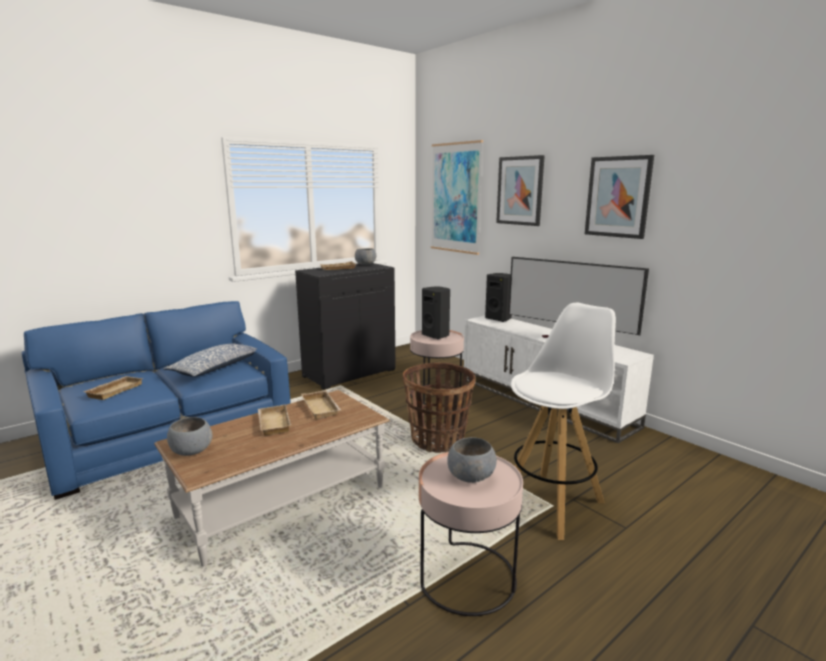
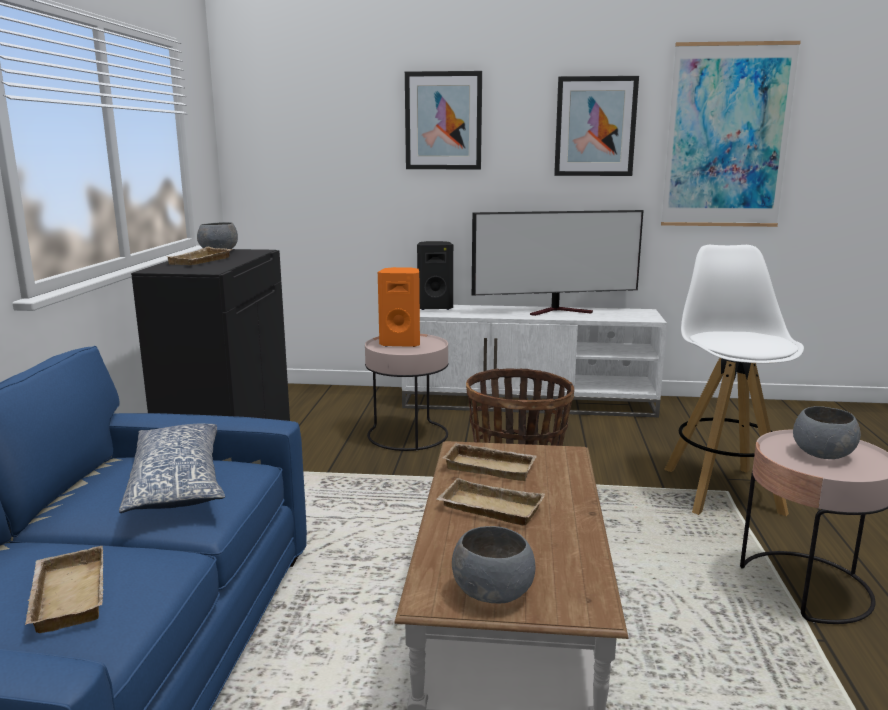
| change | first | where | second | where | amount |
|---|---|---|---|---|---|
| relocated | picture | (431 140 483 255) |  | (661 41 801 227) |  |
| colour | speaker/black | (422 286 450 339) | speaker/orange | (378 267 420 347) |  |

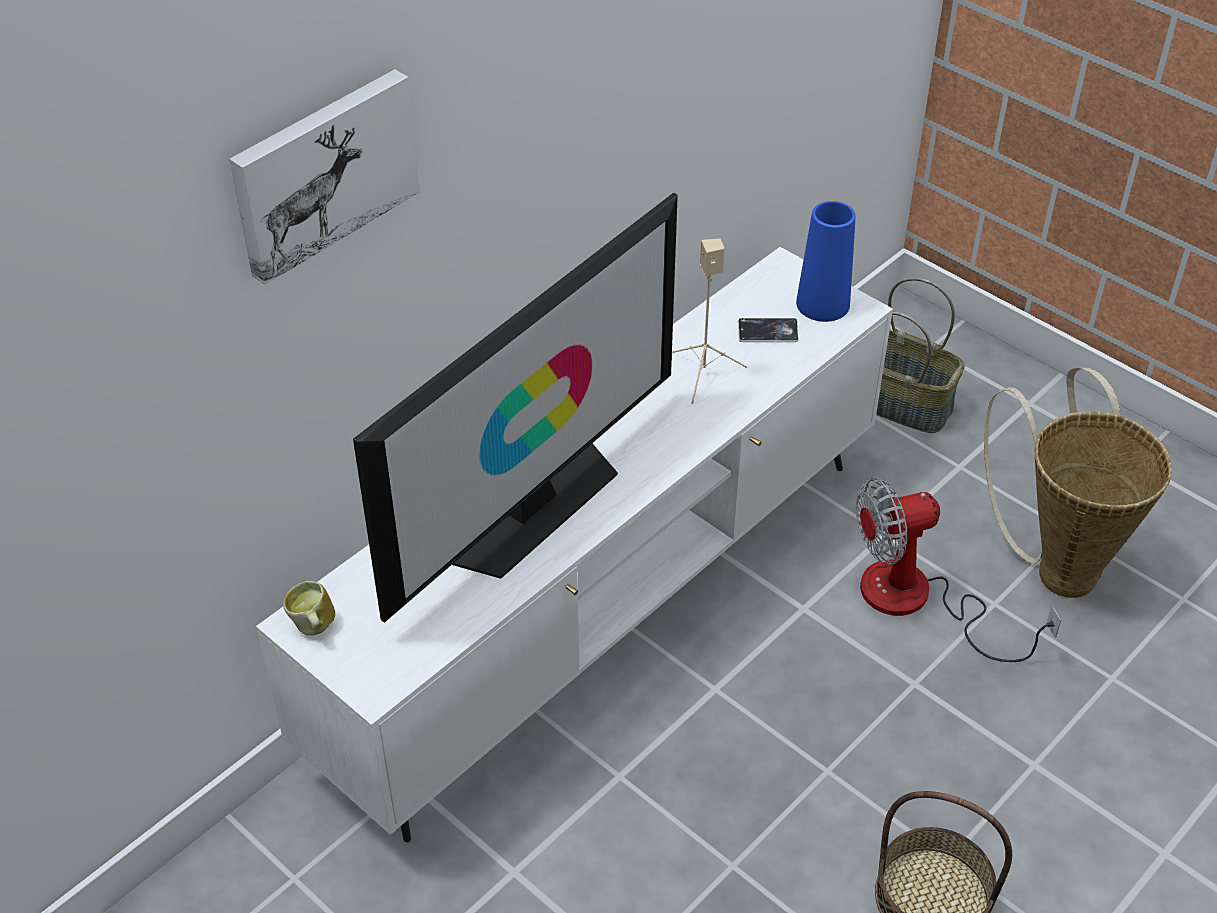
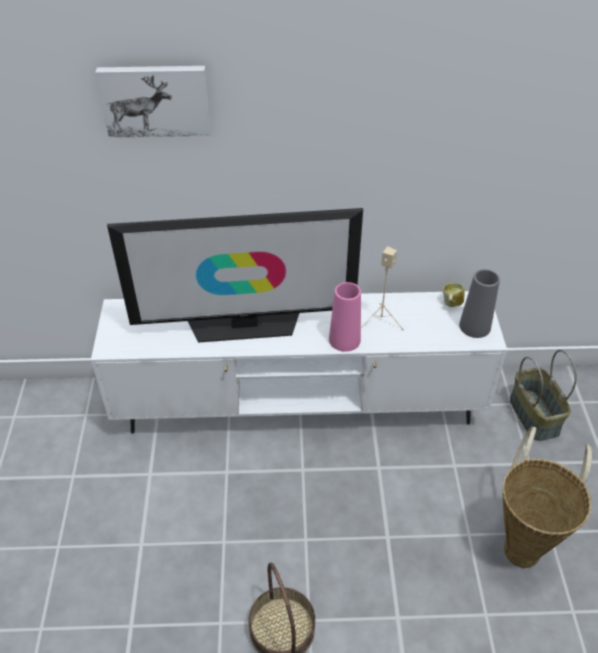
| change | first | where | second | where | amount |
|---|---|---|---|---|---|
| colour | vase/blue | (796 201 856 322) | vase/grey | (459 269 500 338) |  |
| missing | phone | (738 318 799 342) |  |  |  |
| missing | fan | (856 477 1061 662) |  |  |  |
| relocated | mug | (283 581 335 635) |  | (443 283 465 307) |  |
| appeared |  |  | vase/pink | (329 282 361 352) |  |

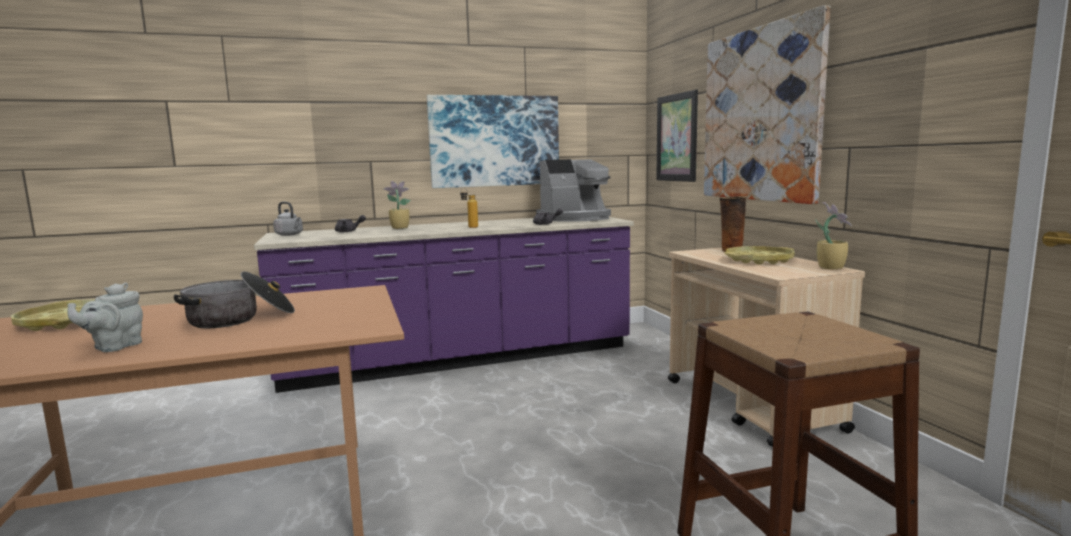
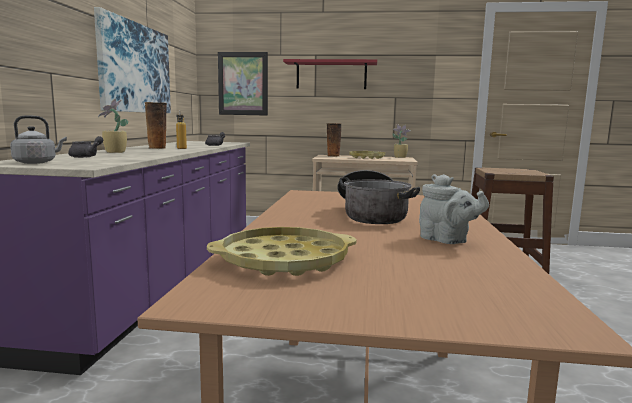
| change | first | where | second | where | amount |
|---|---|---|---|---|---|
| exchanged | picture | (704 5 830 204) | shelf/red | (283 59 377 89) |  |
| missing | coffee machine | (536 159 611 222) |  |  |  |
| appeared |  |  | vase | (145 102 167 149) |  |

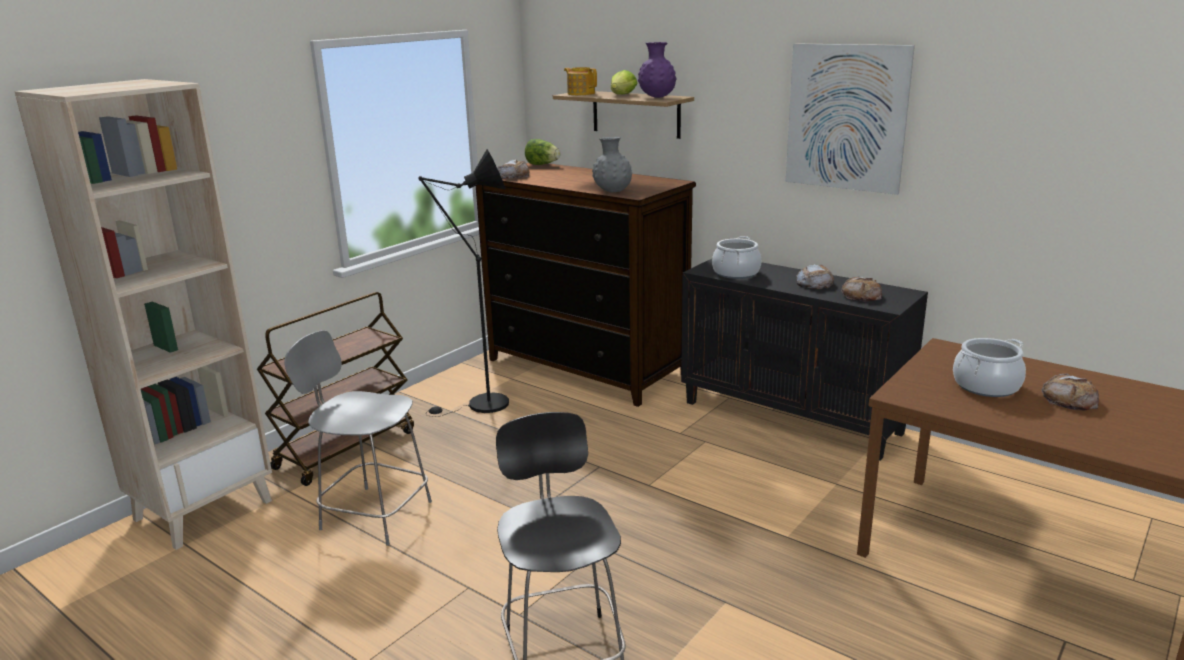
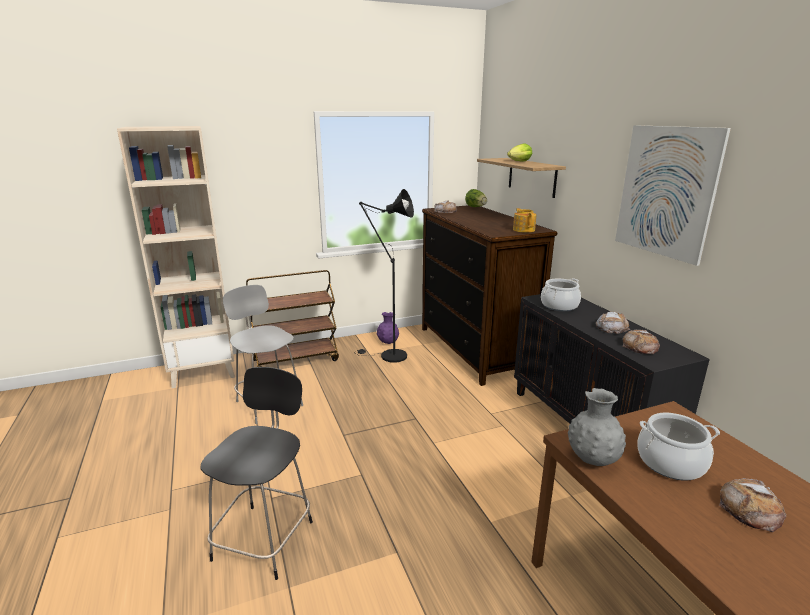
| change | first | where | second | where | amount |
|---|---|---|---|---|---|
| relocated | vase/purple | (638 42 676 98) |  | (377 312 399 344) |  |
| relocated | teapot | (564 67 597 95) |  | (513 208 536 233) |  |
| relocated | vase/grey | (592 137 632 192) |  | (568 388 626 466) |  |

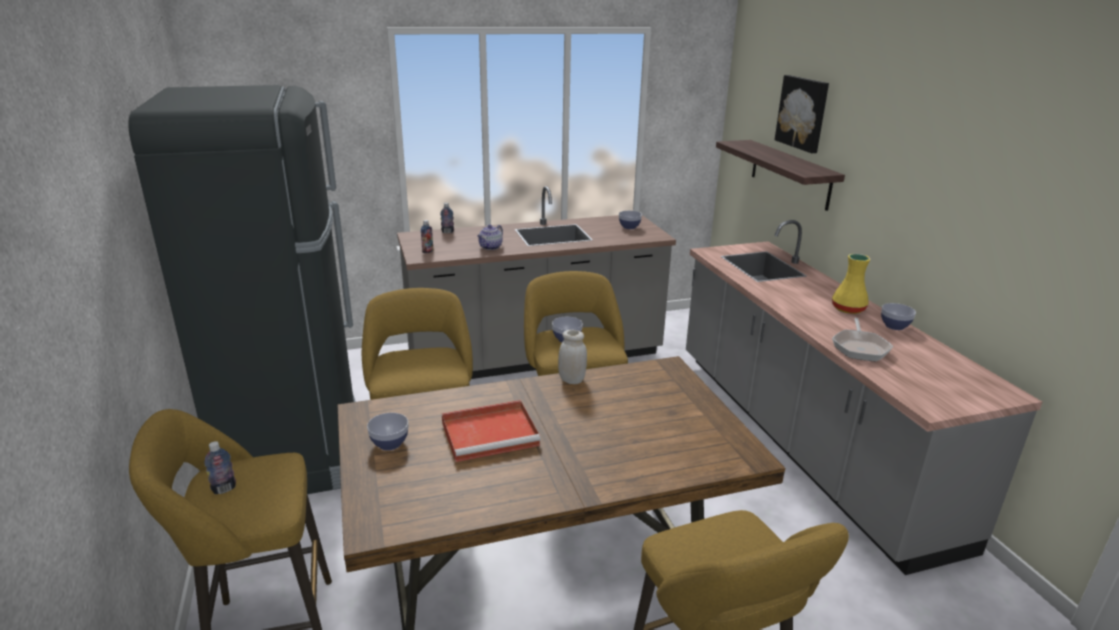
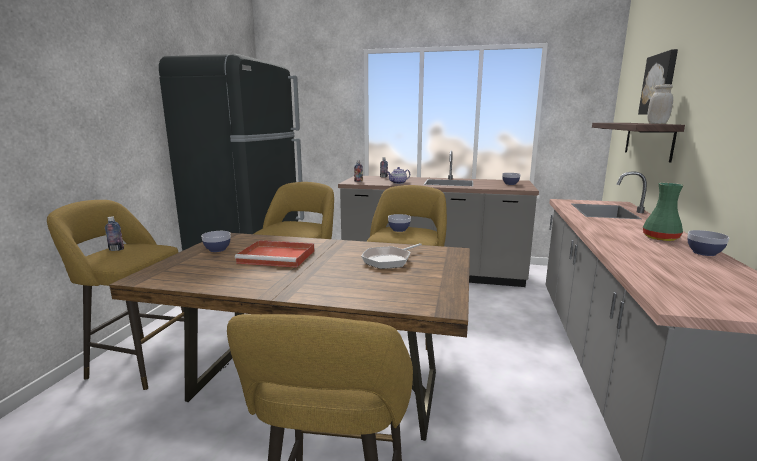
| change | first | where | second | where | amount |
|---|---|---|---|---|---|
| colour | vase/yellow | (832 254 871 314) | vase/green | (643 183 684 241) |  |
| relocated | frying pan | (832 318 893 361) |  | (361 243 422 269) |  |
| relocated | jar/white | (558 330 587 384) |  | (647 84 673 124) |  |

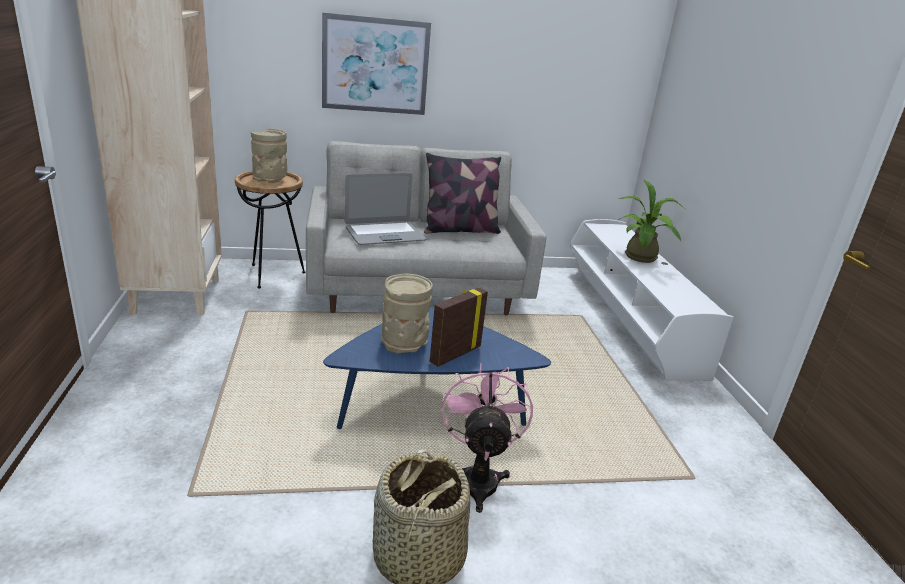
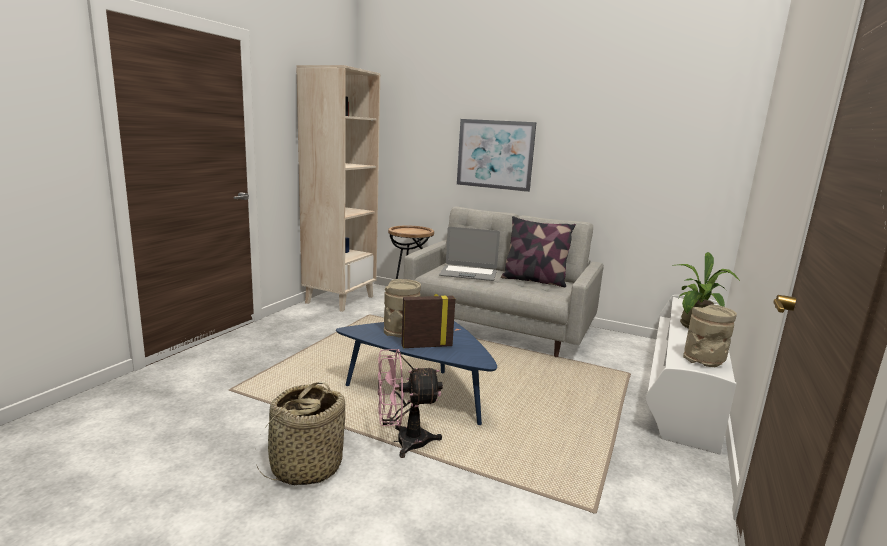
| change | first | where | second | where | amount |
|---|---|---|---|---|---|
| relocated | vase/beige | (251 129 287 183) |  | (683 304 737 367) |  |
| spun | fan/pink | (441 363 533 513) |  | (378 349 443 458) | 135 degrees counterclockwise |

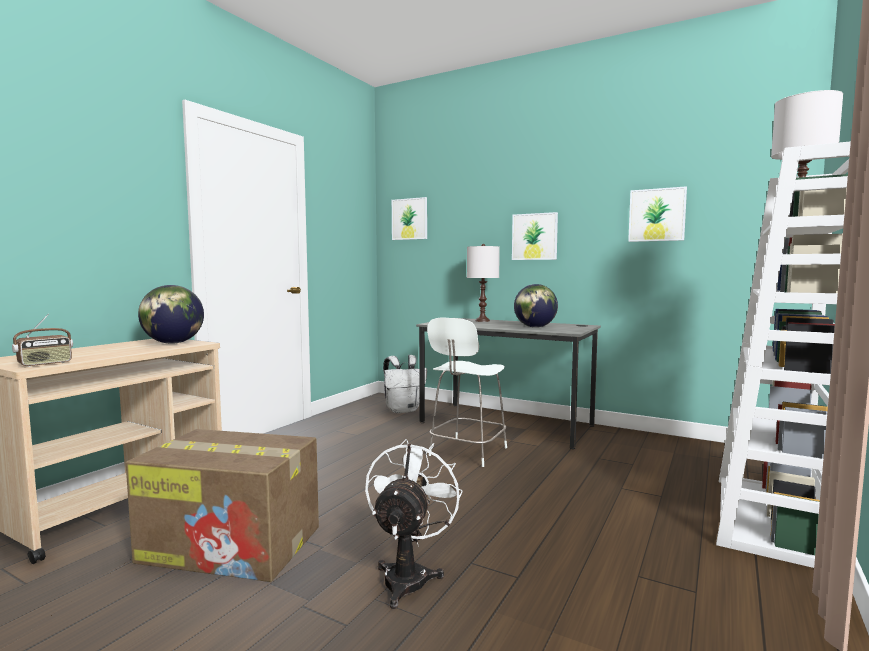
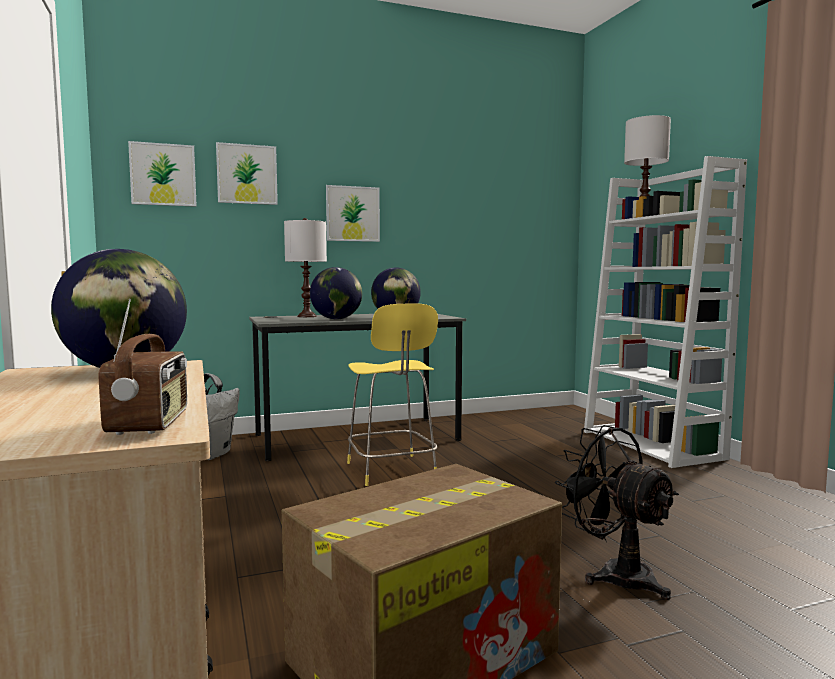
| change | first | where | second | where | amount |
|---|---|---|---|---|---|
| relocated | picture | (628 186 687 242) |  | (216 142 278 205) |  |
| colour | stool/white | (427 318 507 467) | stool/yellow | (347 303 438 486) |  |
| colour | fan/white | (365 439 463 609) | fan/black | (555 425 679 600) |  |
| appeared |  |  | globe | (310 267 362 319) |  |

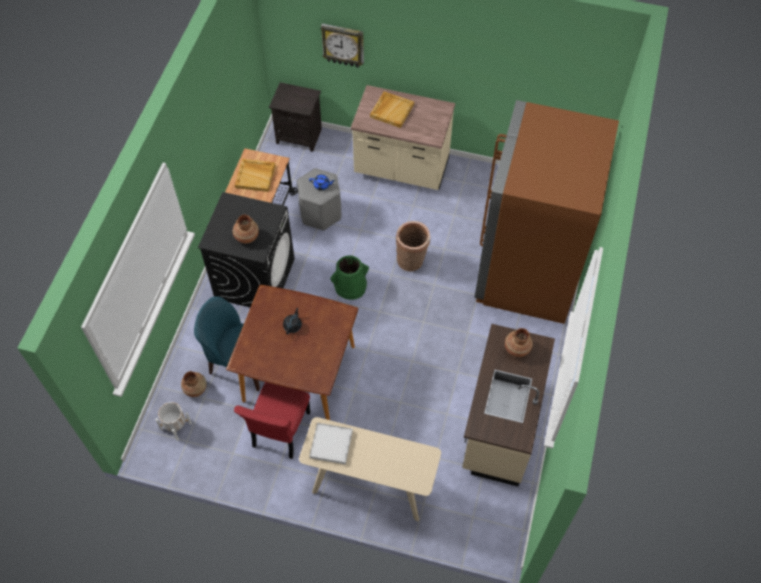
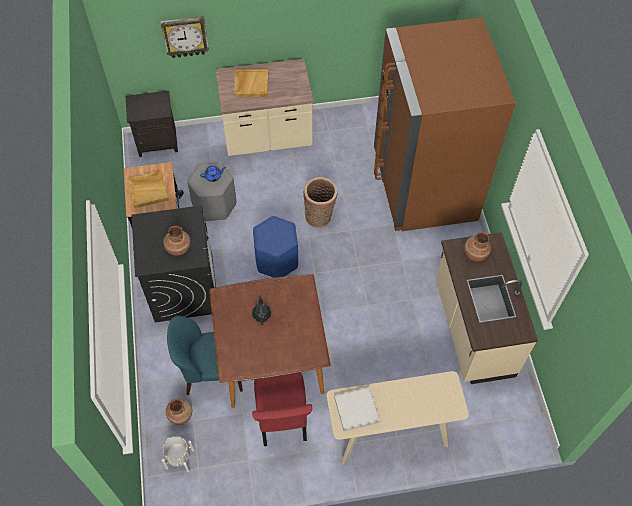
| change | first | where | second | where | amount |
|---|---|---|---|---|---|
| exchanged | bucket/green | (330 255 369 300) | stool/blue | (253 216 298 278) |  |

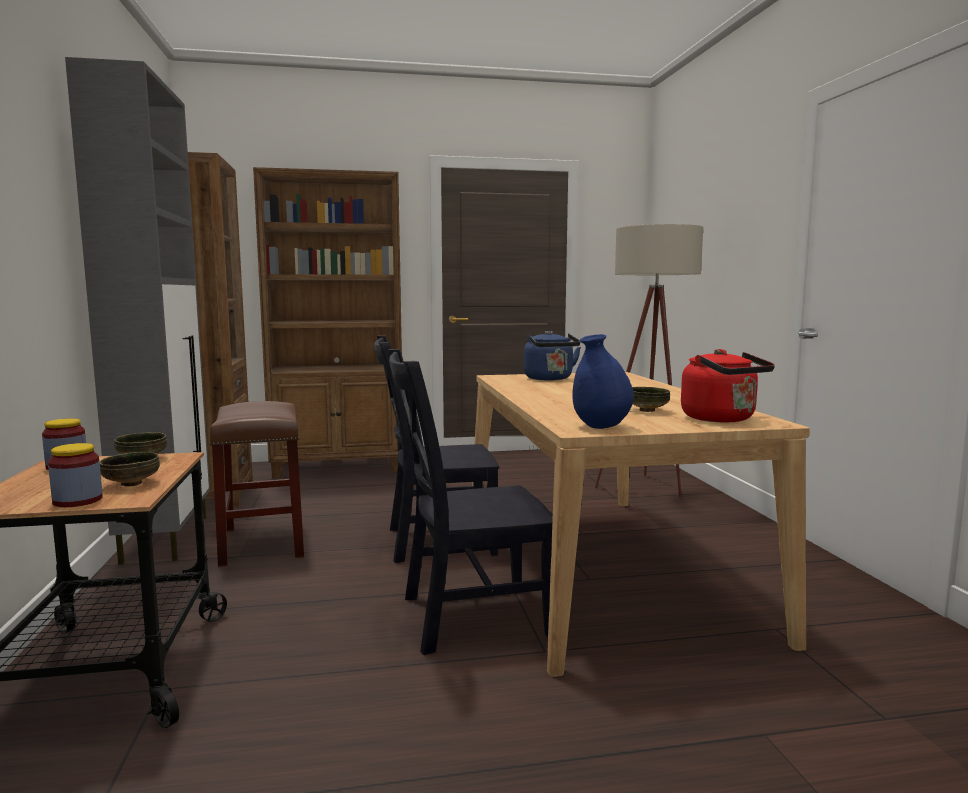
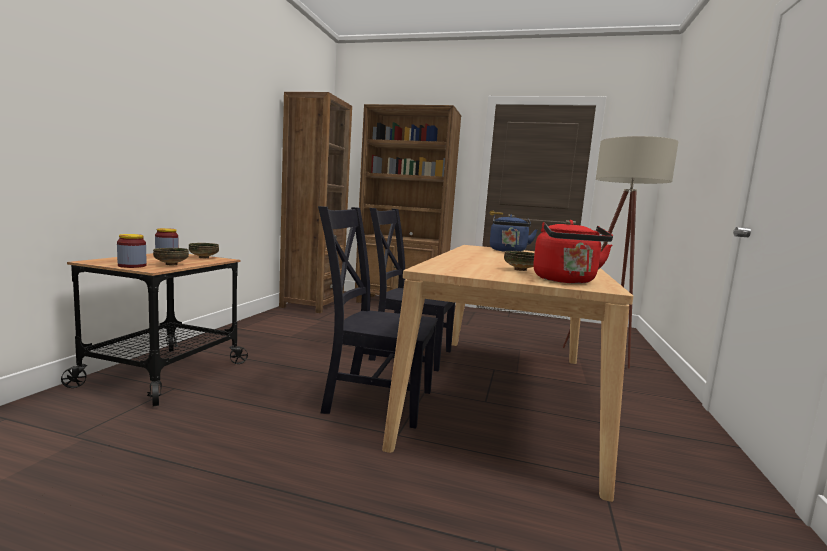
| change | first | where | second | where | amount |
|---|---|---|---|---|---|
| missing | cabinet/grey | (65 57 210 565) |  |  |  |
| missing | vase/blue | (573 334 634 429) |  |  |  |
| missing | stool/brown | (209 401 304 567) |  |  |  |

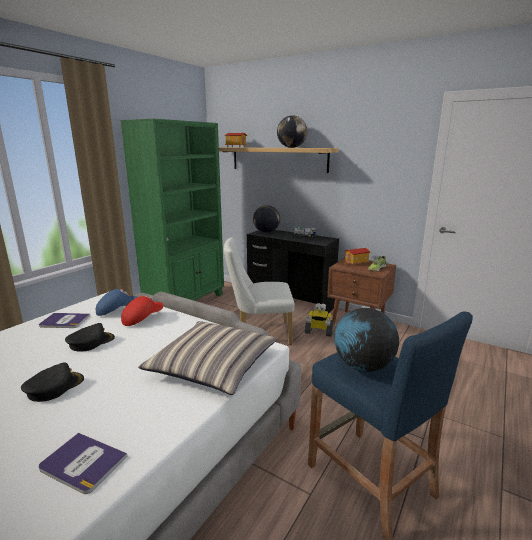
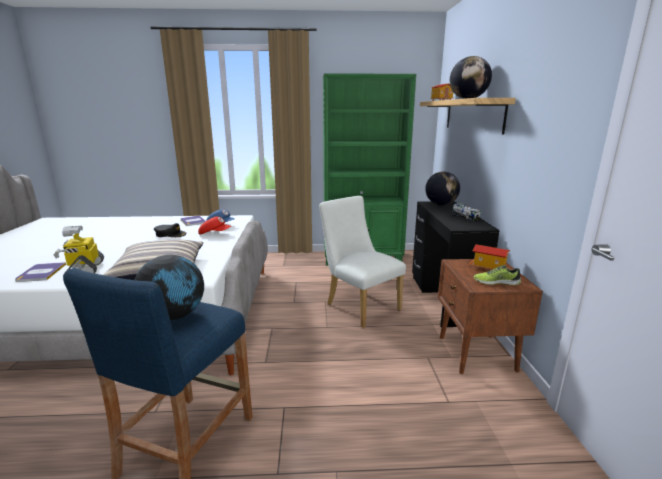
| change | first | where | second | where | amount |
|---|---|---|---|---|---|
| relocated | toy robot | (305 303 334 337) |  | (54 226 104 274) |  |
| missing | cap/black | (21 362 84 402) |  |  |  |

